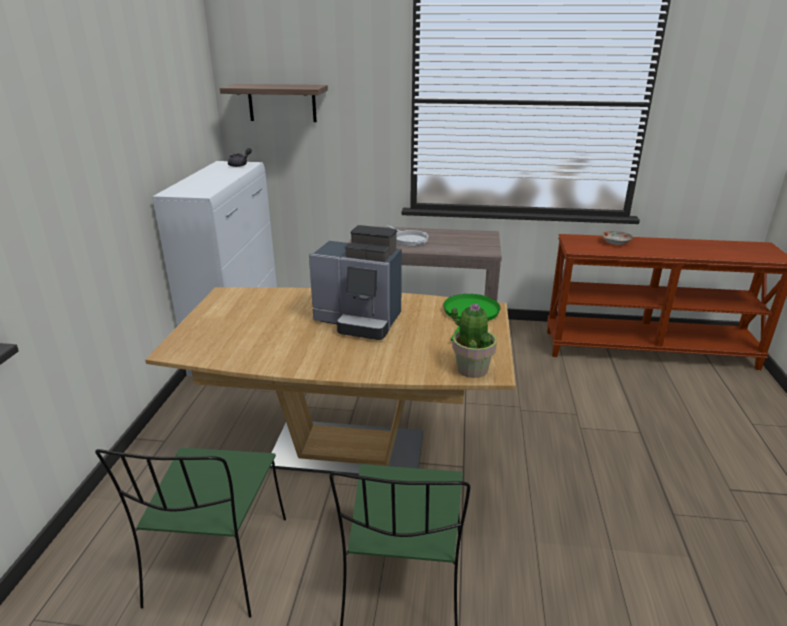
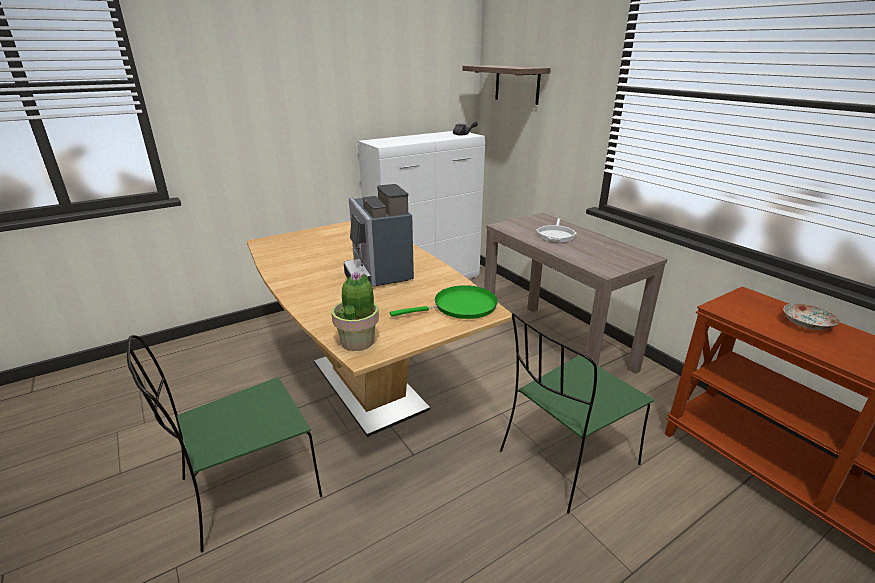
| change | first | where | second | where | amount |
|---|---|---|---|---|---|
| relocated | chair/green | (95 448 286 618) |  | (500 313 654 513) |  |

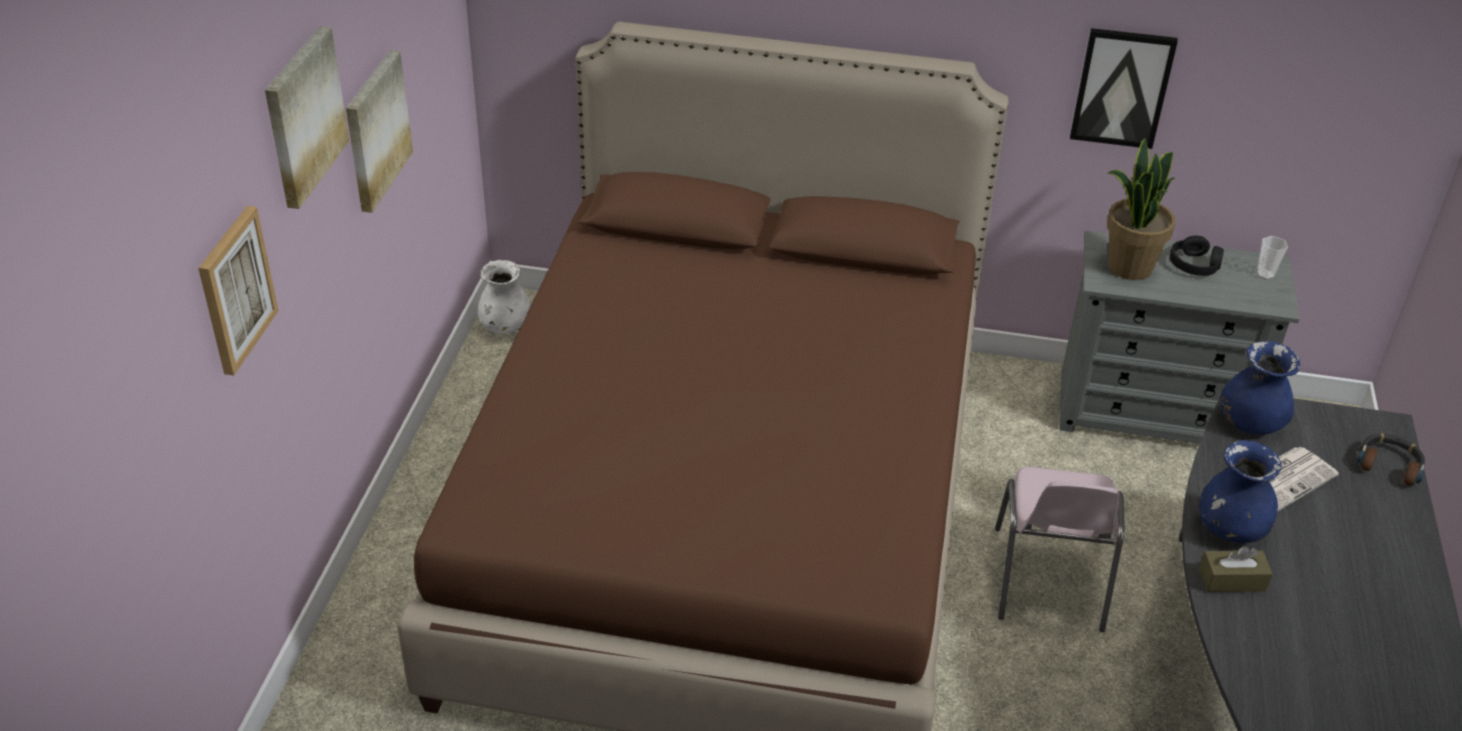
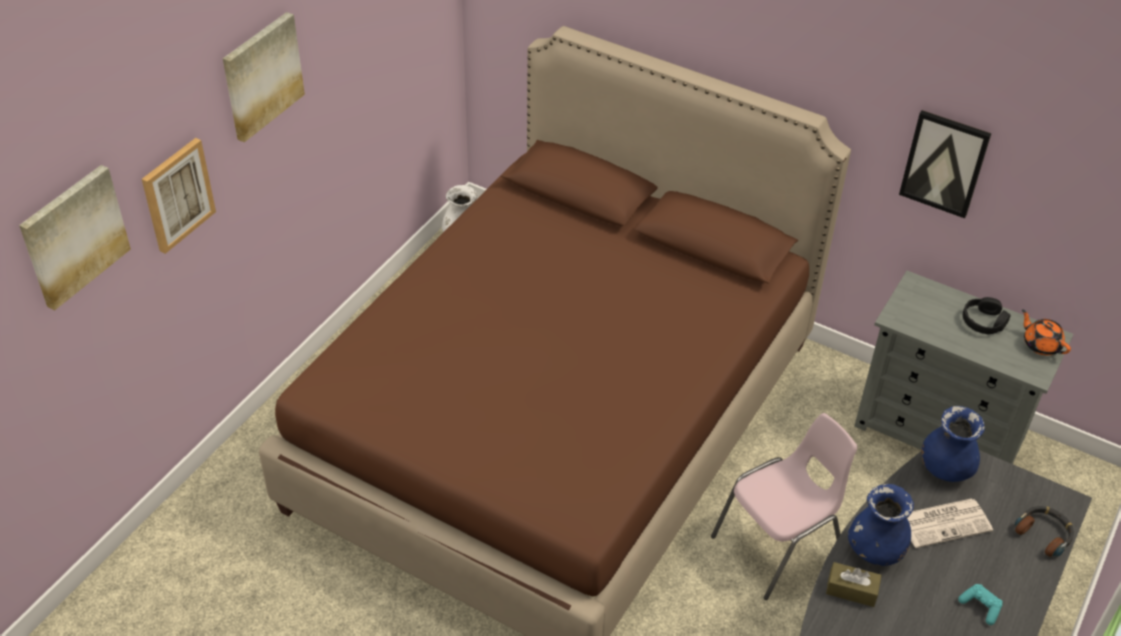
| change | first | where | second | where | amount |
|---|---|---|---|---|---|
| relocated | picture | (346 50 413 213) |  | (19 165 131 311) |  |
| missing | potted plant | (1107 138 1176 280) |  |  |  |
| exchanged | cup | (1257 236 1288 279) | teapot/orange | (1022 309 1071 355) |  |
| spun | chair/pink | (995 467 1124 632) |  | (711 413 857 600) | 150 degrees counterclockwise |
| appeared |  |  | game controller/turquoise | (958 584 1003 625) |  |

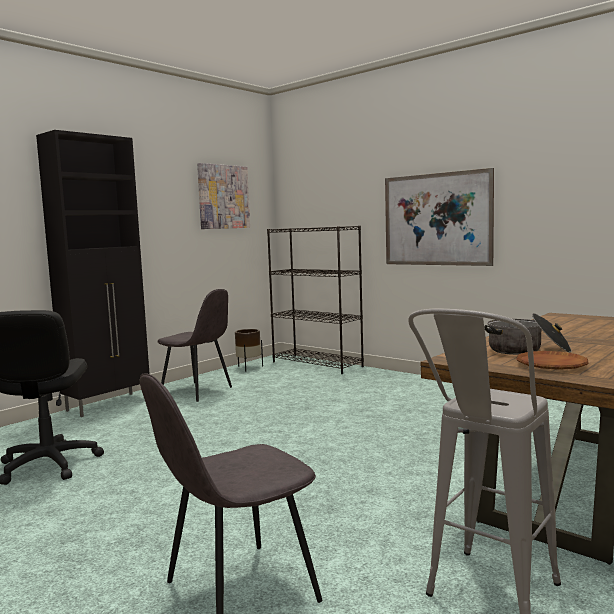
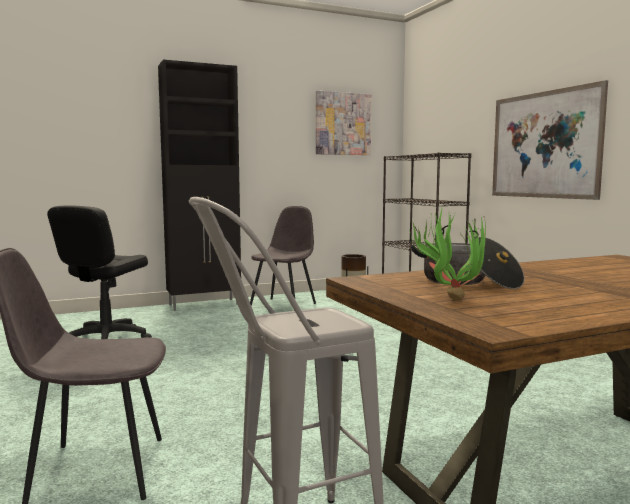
| change | first | where | second | where | amount |
|---|---|---|---|---|---|
| spun | chair/grey | (157 289 232 402) |  | (250 206 316 306) | 120 degrees counterclockwise |
| exchanged | plate/brown | (516 351 588 370) | potted plant | (410 209 486 300) |  |

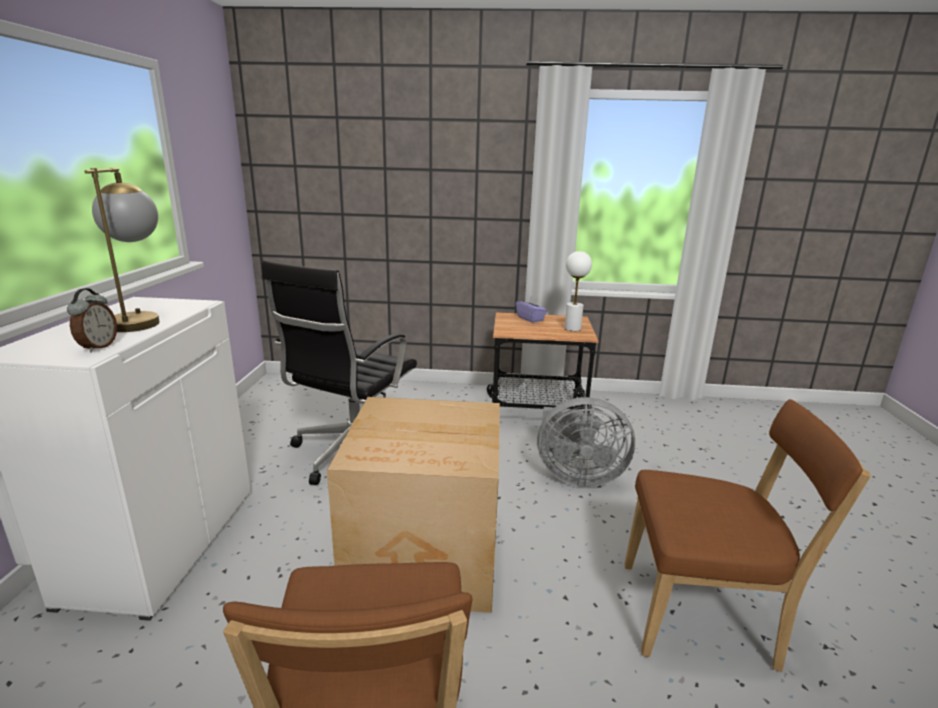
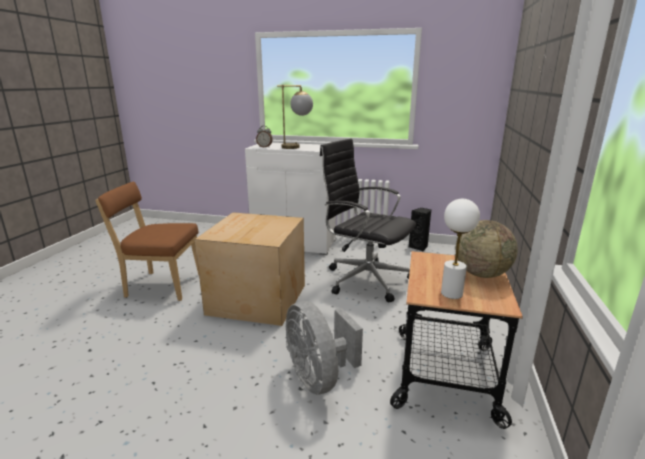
| change | first | where | second | where | amount |
|---|---|---|---|---|---|
| exchanged | tissue box/purple | (516 295 547 323) | globe | (456 220 518 278) |  |
| spun | fan/grey | (537 397 635 487) |  | (286 301 363 395) | 45 degrees counterclockwise |
| missing | chair/brown | (624 399 871 672) |  |  |  |
| appeared |  |  | speaker/black | (409 208 431 251) |  |

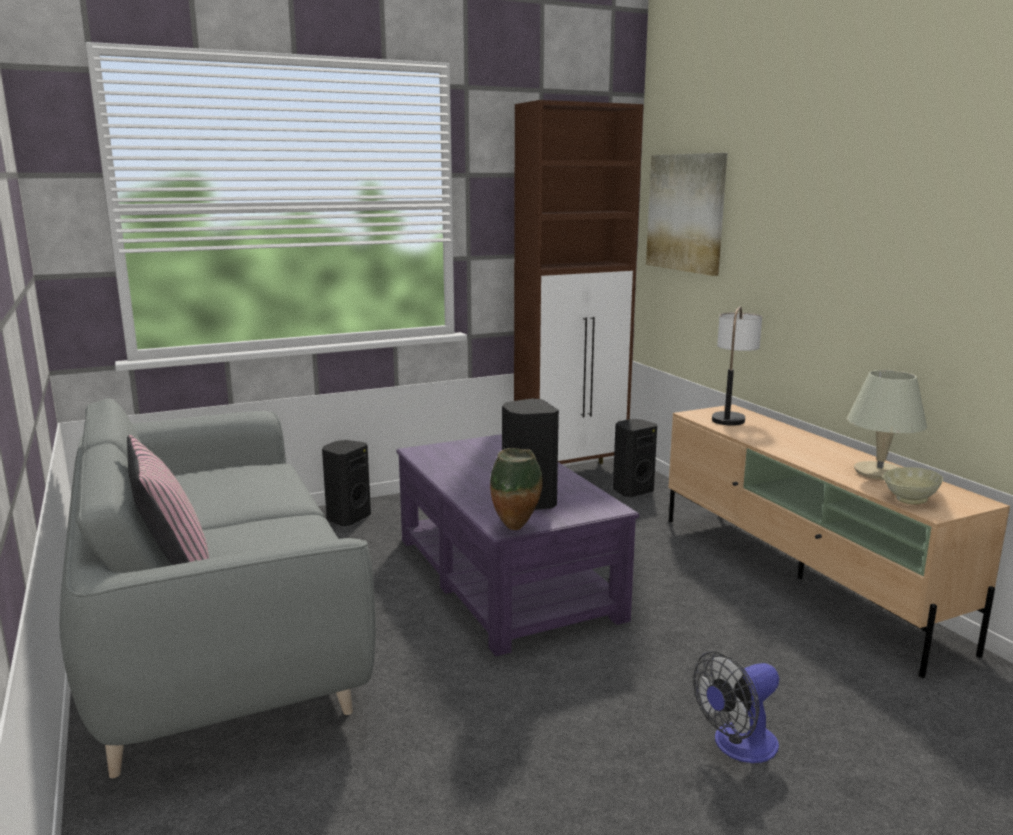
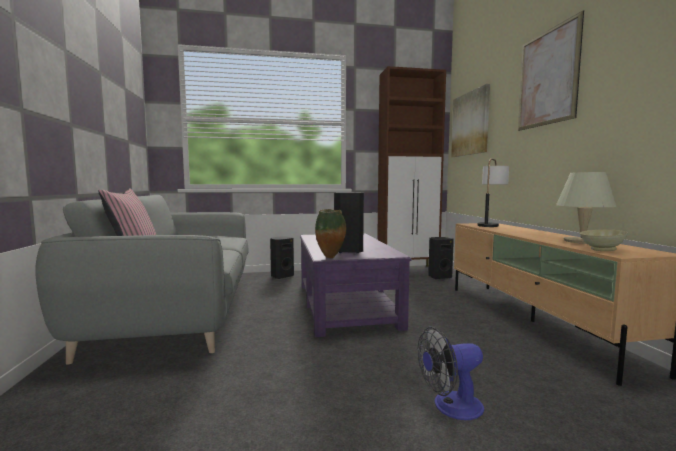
| change | first | where | second | where | amount |
|---|---|---|---|---|---|
| appeared |  |  | picture | (518 10 584 131) |  |

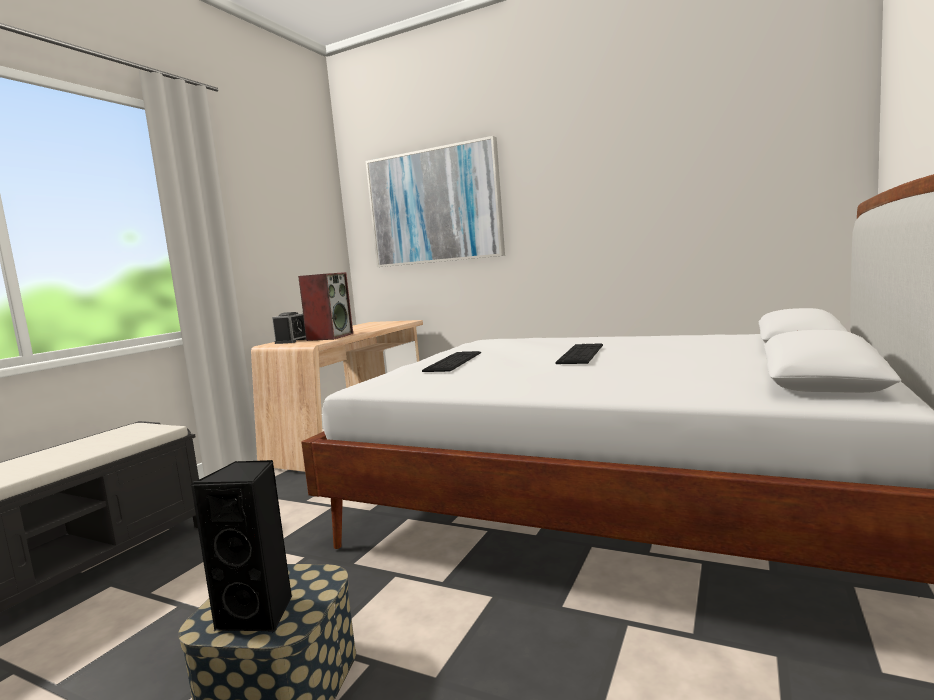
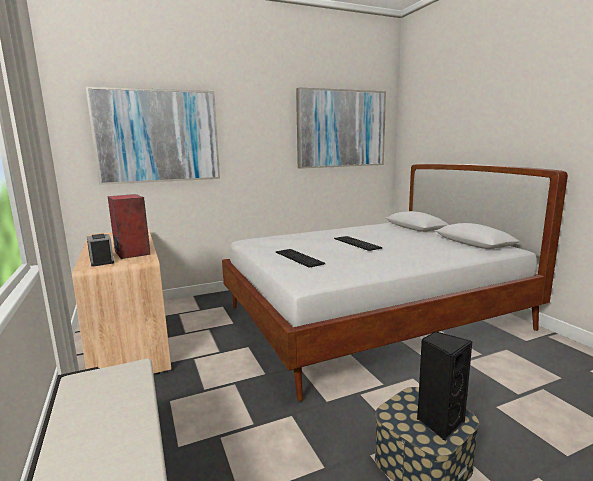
| change | first | where | second | where | amount |
|---|---|---|---|---|---|
| appeared |  |  | picture | (296 88 386 169) |  |

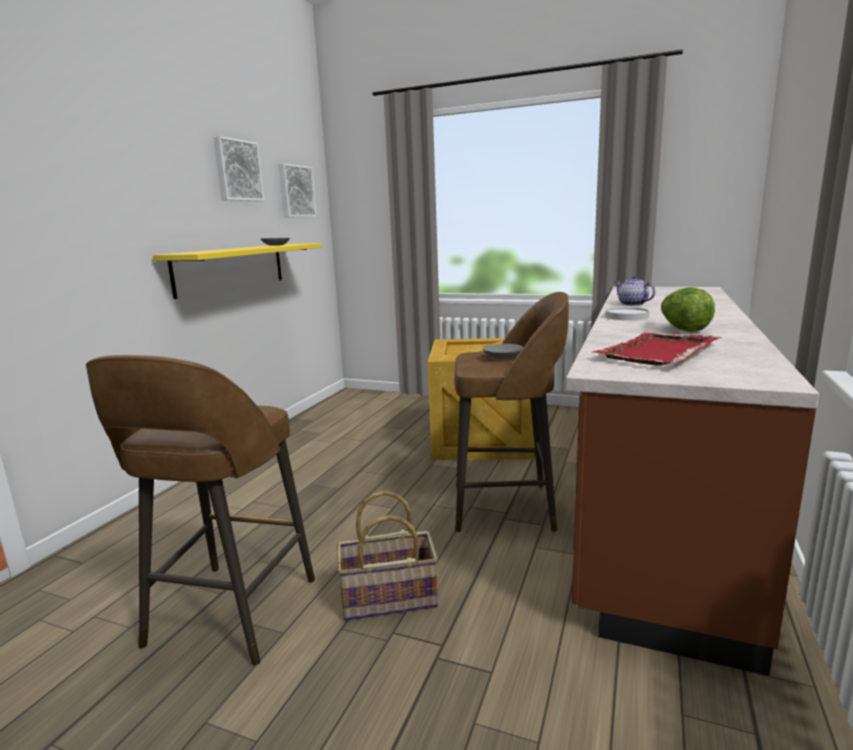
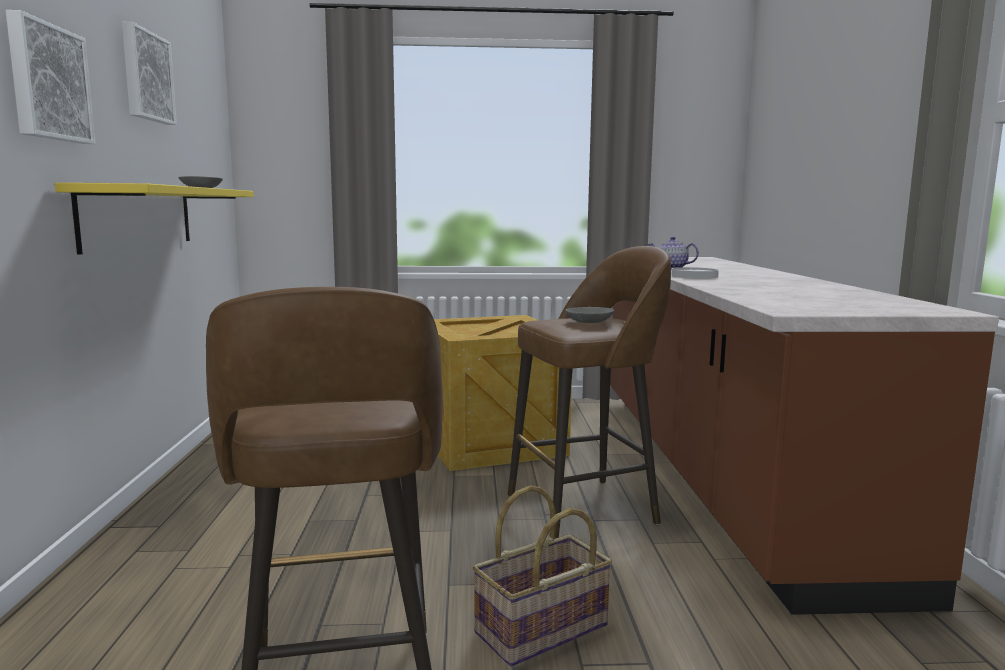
| change | first | where | second | where | amount |
|---|---|---|---|---|---|
| relocated | picture | (279 163 317 217) |  | (6 10 95 144) |  |
| missing | lettuce | (661 287 715 332) |  |  |  |
| missing | tray/red | (592 332 721 366) |  |  |  |

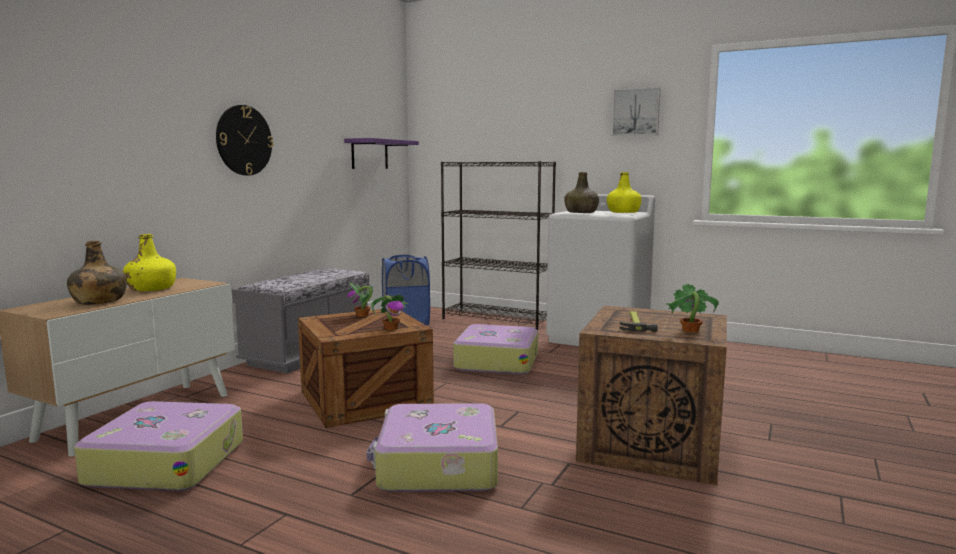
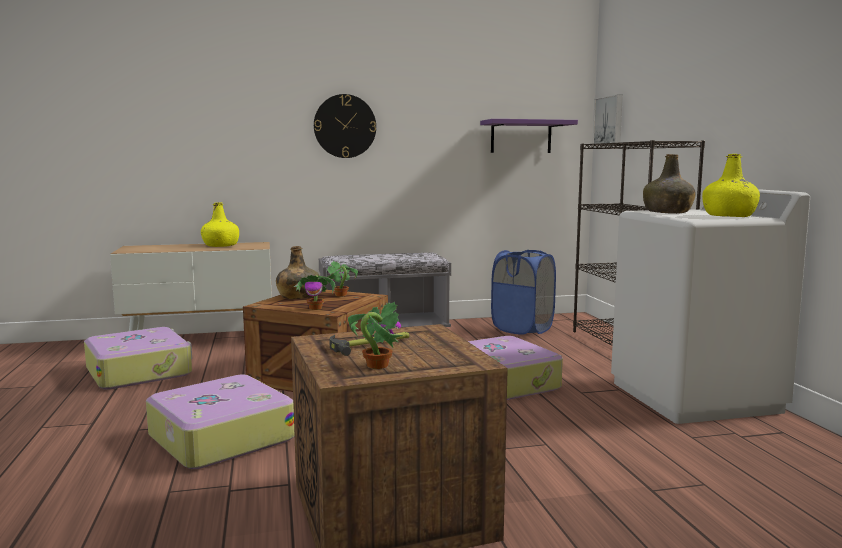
| change | first | where | second | where | amount |
|---|---|---|---|---|---|
| relocated | picture | (612 87 661 136) |  | (592 94 623 144) |  |
| relocated | bottle/green | (67 241 127 305) |  | (276 246 319 299) |  |

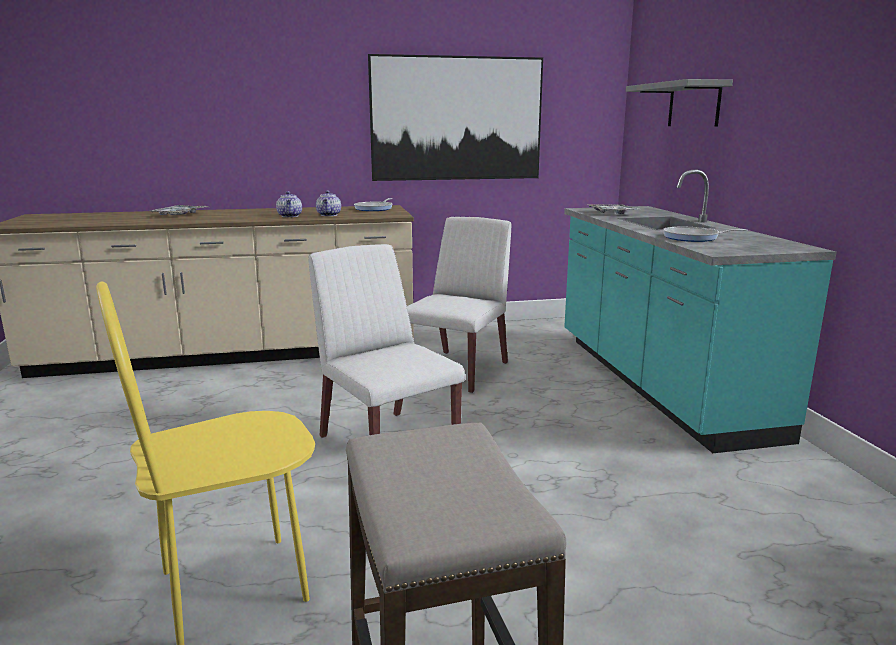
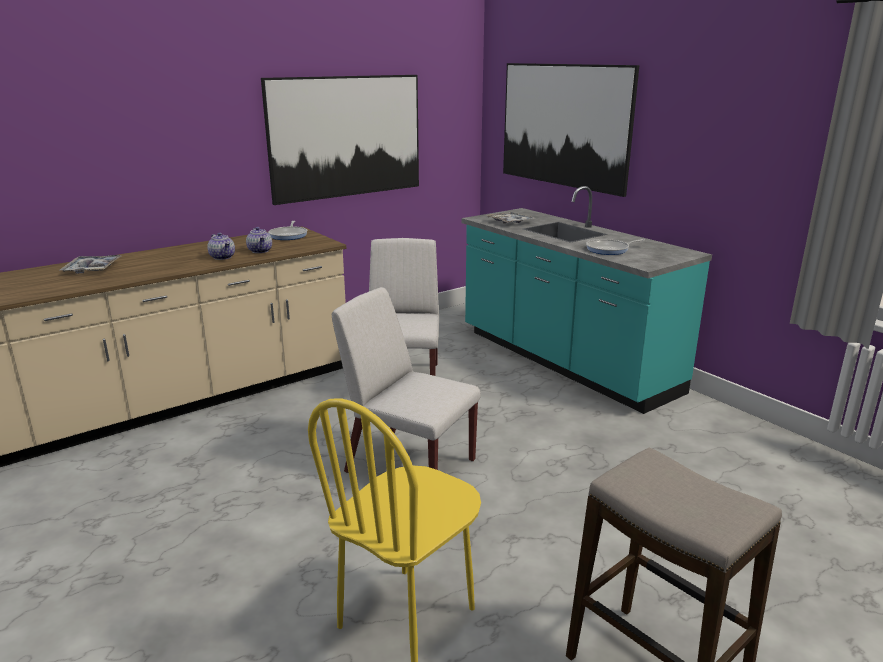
| change | first | where | second | where | amount |
|---|---|---|---|---|---|
| exchanged | shelf/grey | (626 79 733 127) | picture | (503 63 639 197) |  |

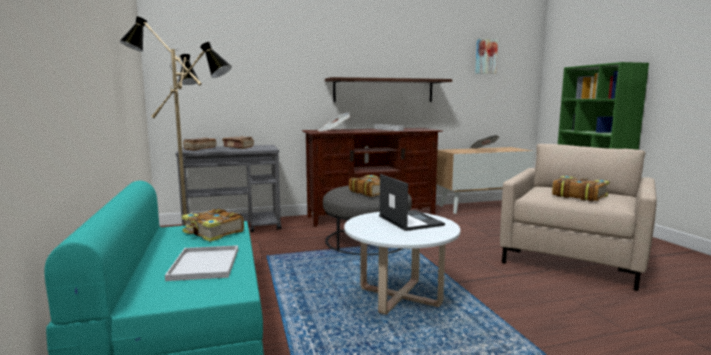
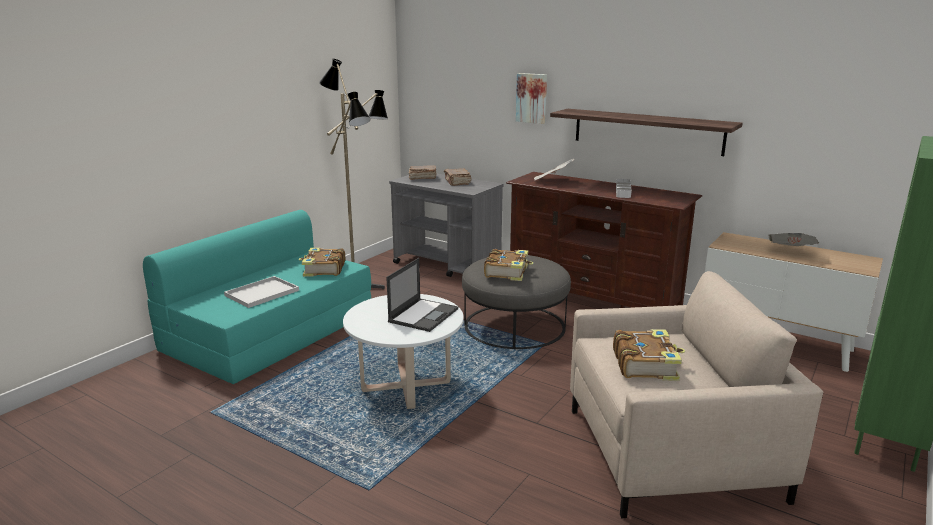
| change | first | where | second | where | amount |
|---|---|---|---|---|---|
| relocated | picture | (475 39 498 74) |  | (516 73 547 124) |  |

